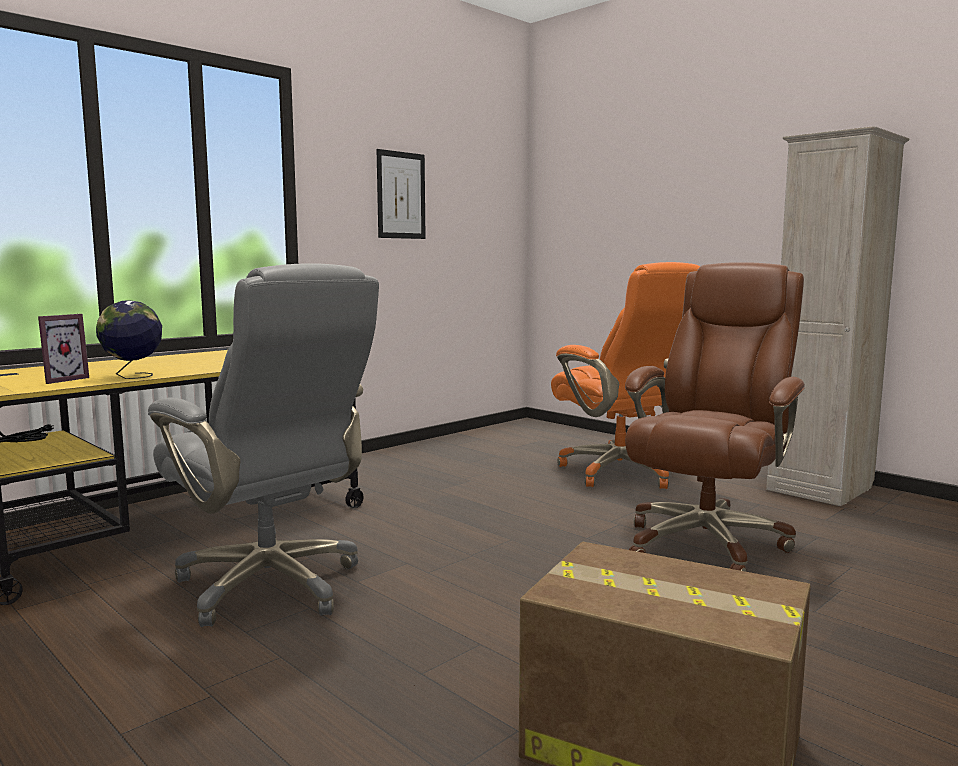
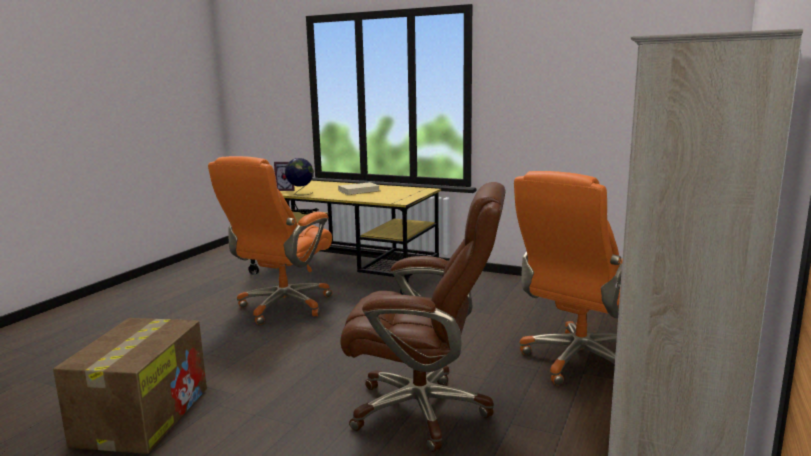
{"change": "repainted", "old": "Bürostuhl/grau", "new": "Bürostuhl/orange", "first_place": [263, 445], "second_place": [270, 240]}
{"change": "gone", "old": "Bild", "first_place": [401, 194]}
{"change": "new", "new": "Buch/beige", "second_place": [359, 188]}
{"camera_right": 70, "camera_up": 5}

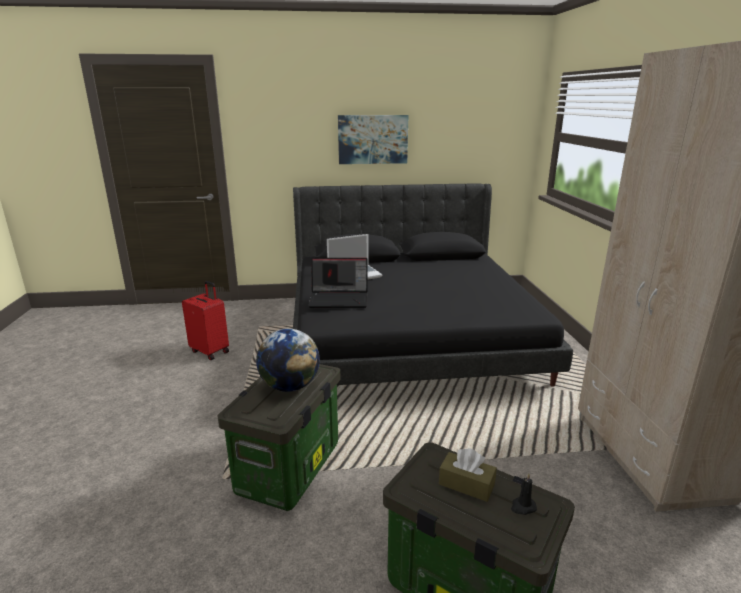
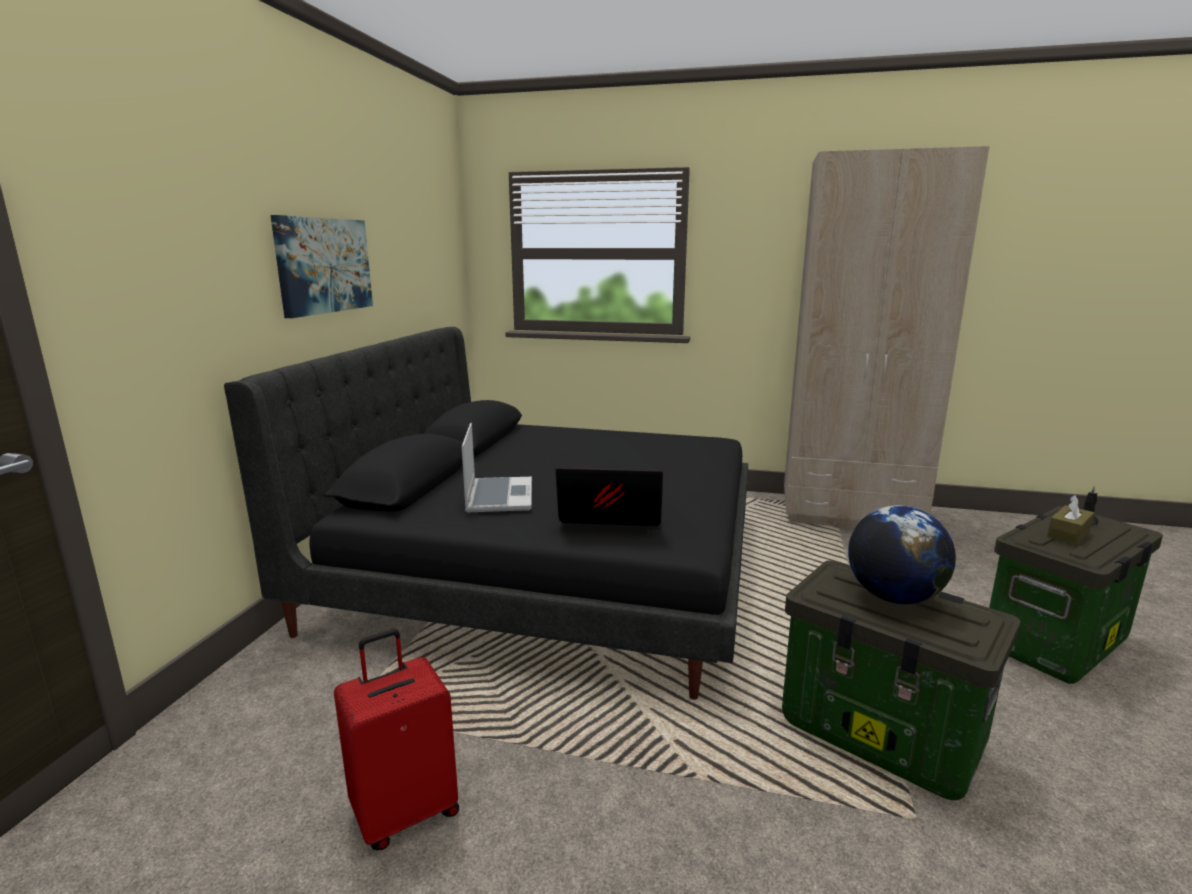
{"change": "rotated", "old": "Laptop", "first_place": [337, 283], "second_place": [609, 496], "degrees": -105}
{"camera_right": -70, "camera_up": -5}

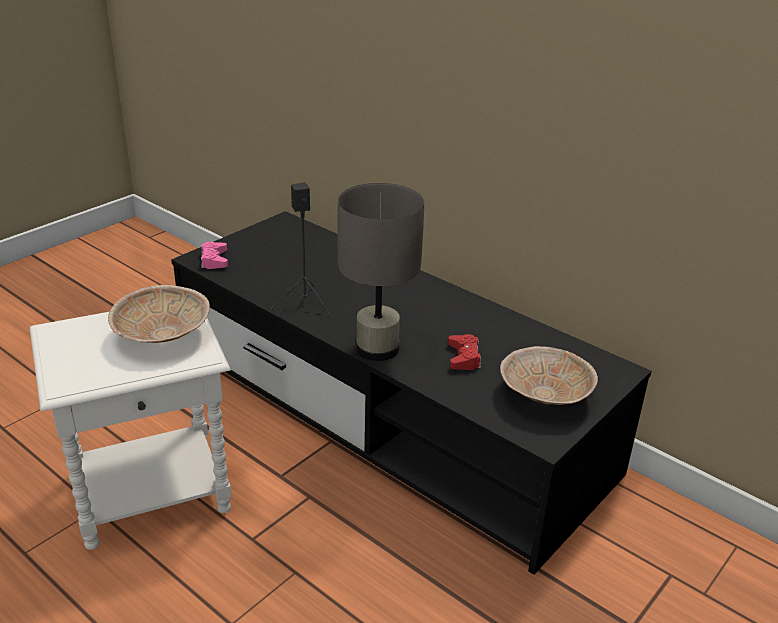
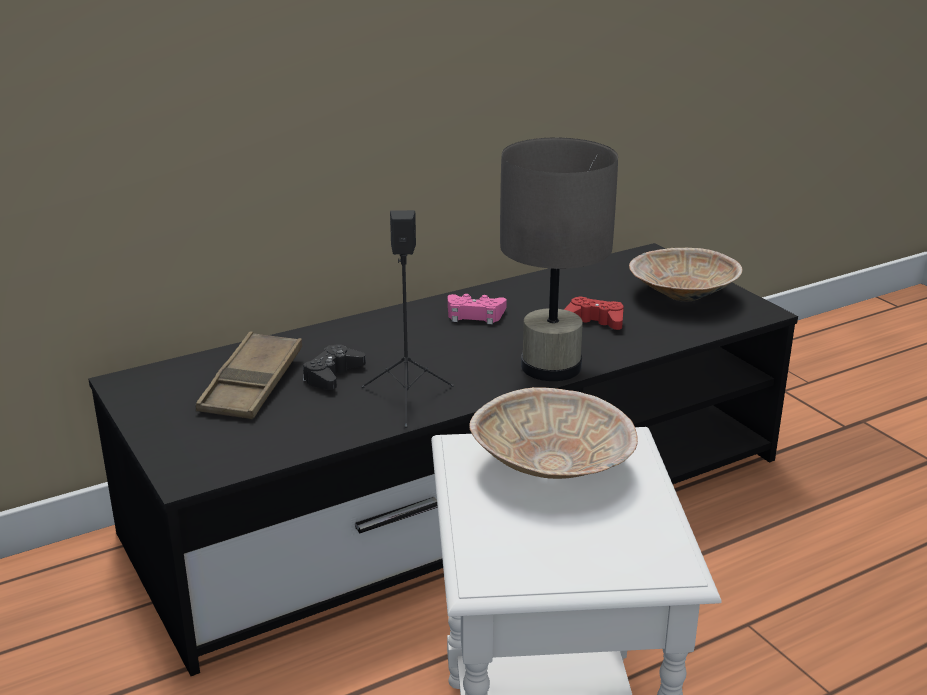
{"change": "shifted", "old": "Gamepad/rosa", "first_place": [214, 255], "second_place": [477, 309]}
{"change": "new", "new": "Tablett/braun", "second_place": [249, 375]}
{"change": "new", "new": "Gamepad/schwarz", "second_place": [334, 367]}
{"camera_right": -70, "camera_up": -5}

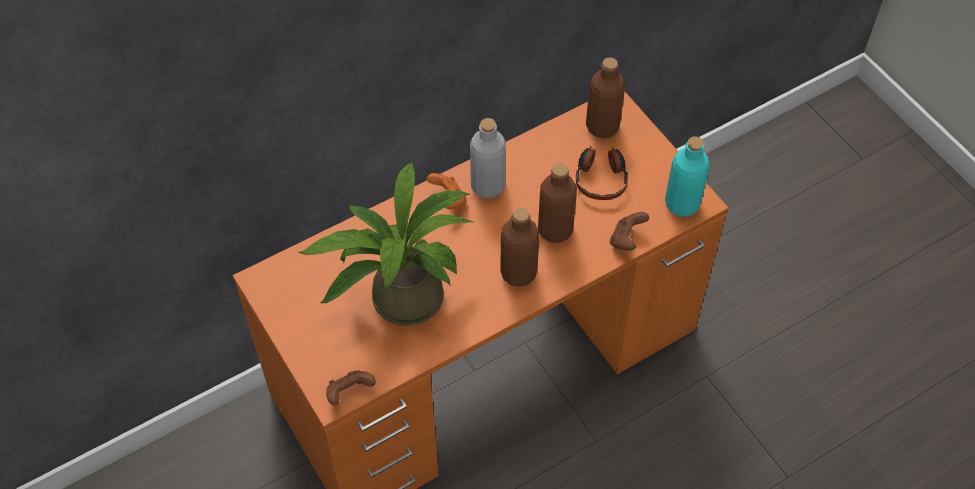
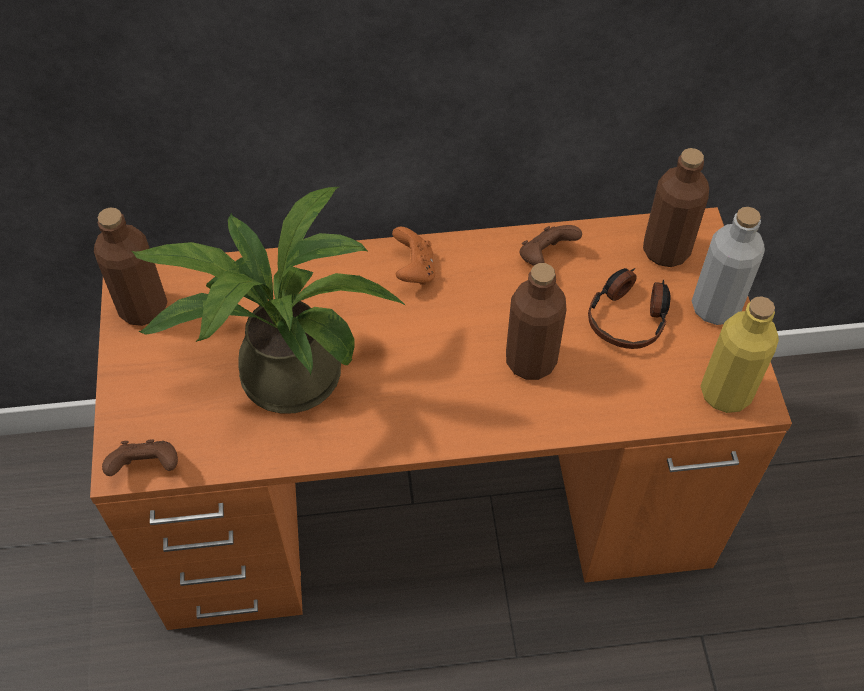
{"change": "shifted", "old": "Flasche/grau", "first_place": [488, 158], "second_place": [728, 266]}
{"change": "shifted", "old": "Flasche/braun", "first_place": [520, 247], "second_place": [130, 266]}
{"change": "shifted", "old": "Gamepad/braun", "first_place": [629, 231], "second_place": [551, 245]}
{"change": "repainted", "old": "Flasche/türkis", "new": "Flasche/gelb", "first_place": [687, 176], "second_place": [740, 354]}
{"camera_right": 25, "camera_up": 0}

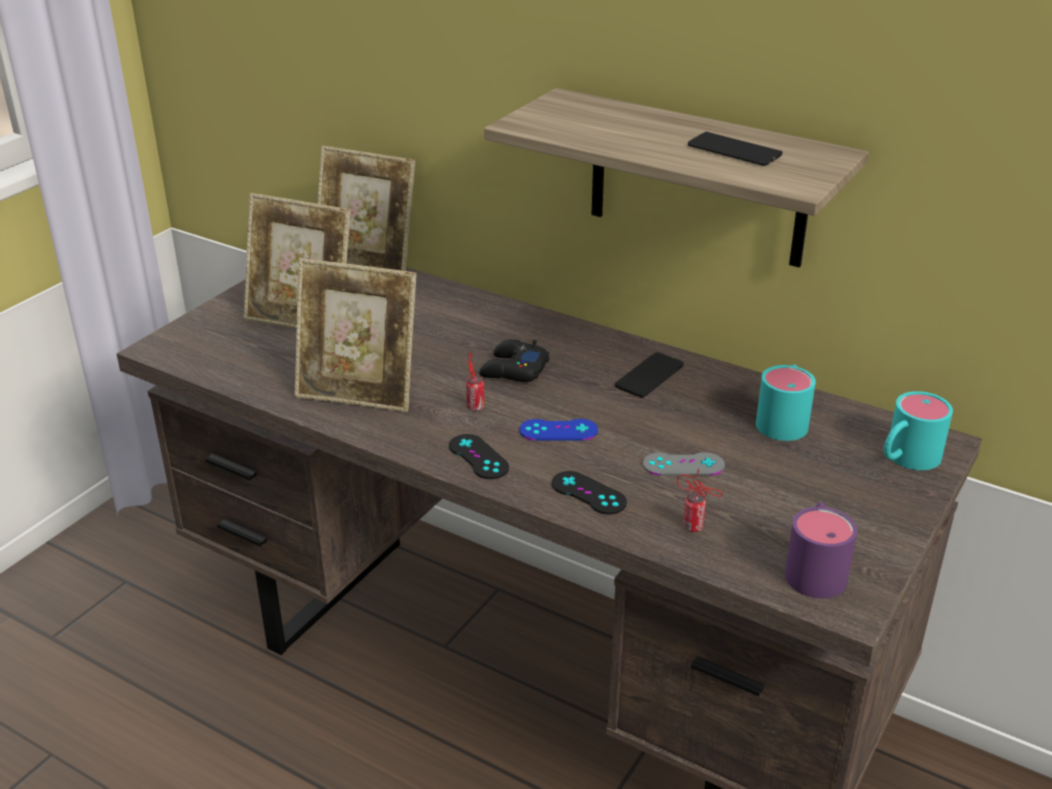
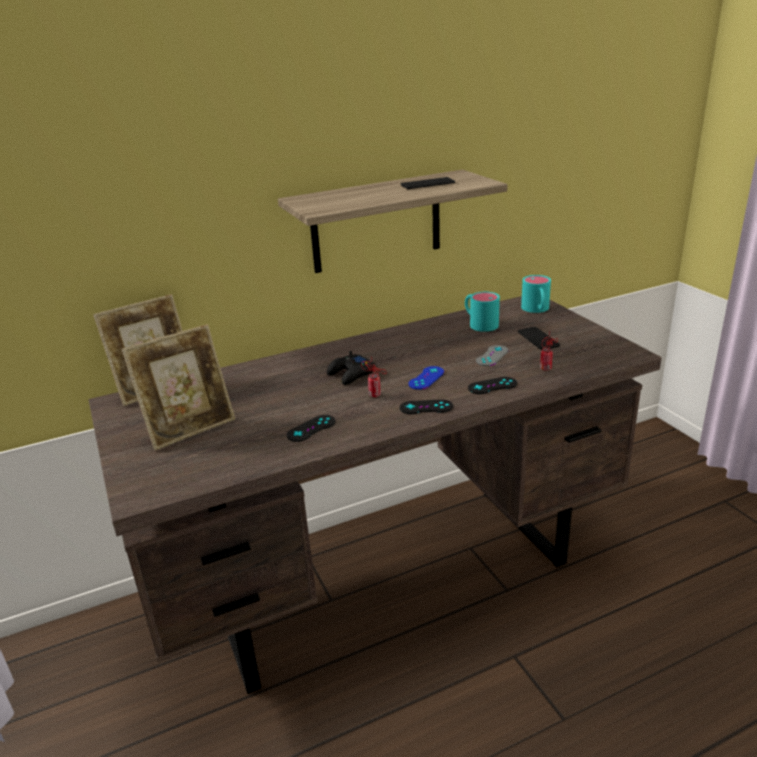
{"change": "swapped", "old": "Bilderrahmen", "new": "Gamepad/schwarz", "first_place": [356, 335], "second_place": [311, 428]}
{"change": "shifted", "old": "Handy", "first_place": [649, 375], "second_place": [539, 338]}
{"change": "gone", "old": "Henkelbecher/lila", "first_place": [821, 550]}
{"camera_right": -55, "camera_up": -5}

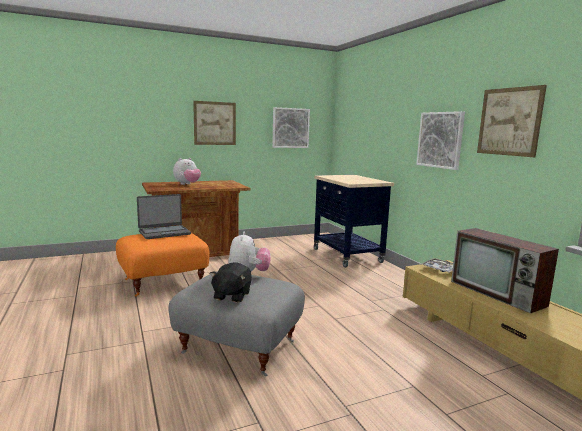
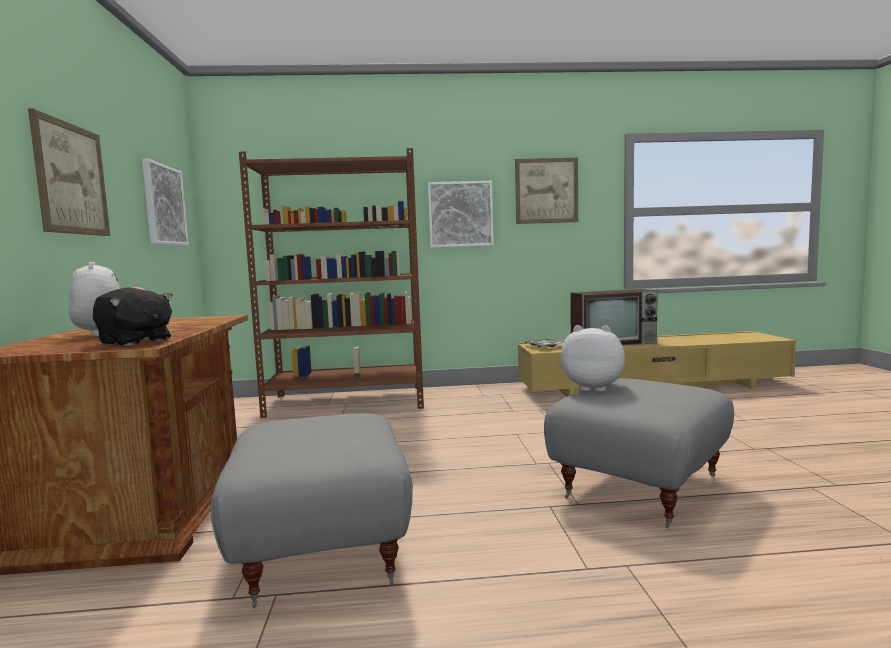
{"change": "repainted", "old": "Polsterhocker/orange", "new": "Polsterhocker/grau", "first_place": [163, 265], "second_place": [311, 510]}
{"change": "gone", "old": "Laptop", "first_place": [164, 216]}
{"change": "shifted", "old": "Plüschtier/schwarz", "first_place": [231, 282], "second_place": [133, 316]}
{"change": "swapped", "old": "Rollwagen/blau", "new": "Bücherregal/braun", "first_place": [354, 221], "second_place": [331, 283]}
{"camera_right": -70, "camera_up": -5}

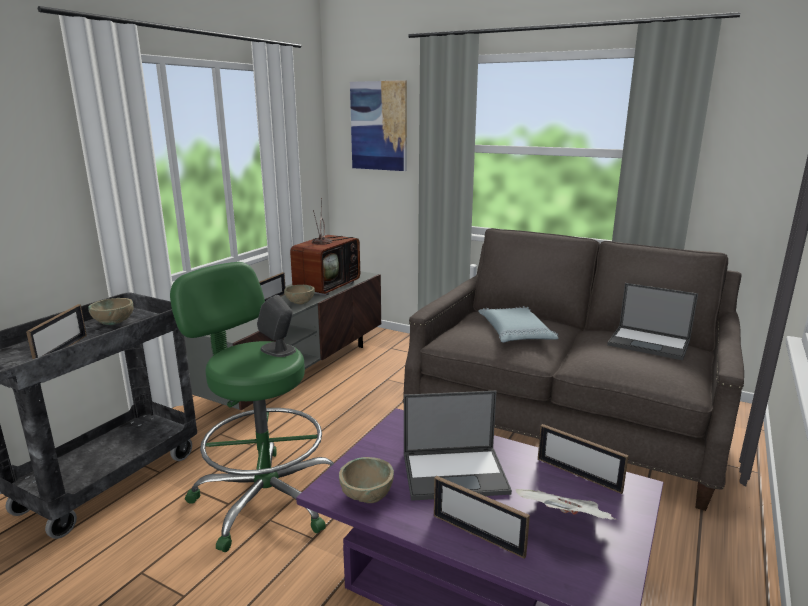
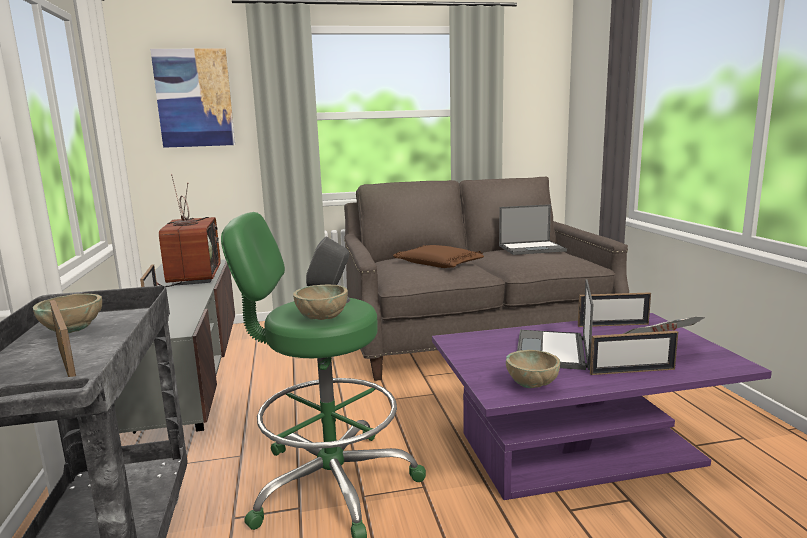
{"change": "shifted", "old": "Schüssel/beige", "first_place": [299, 294], "second_place": [320, 302]}
{"change": "rotated", "old": "Laptop", "first_place": [458, 446], "second_place": [555, 324], "degrees": 150}
{"change": "repainted", "old": "Kissen/blau", "new": "Kissen/braun", "first_place": [518, 324], "second_place": [438, 256]}
{"camera_right": -40, "camera_up": -5}

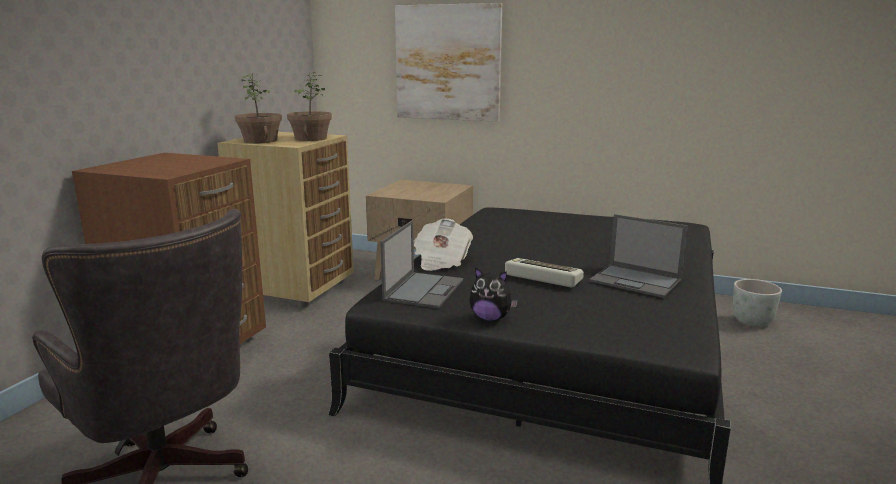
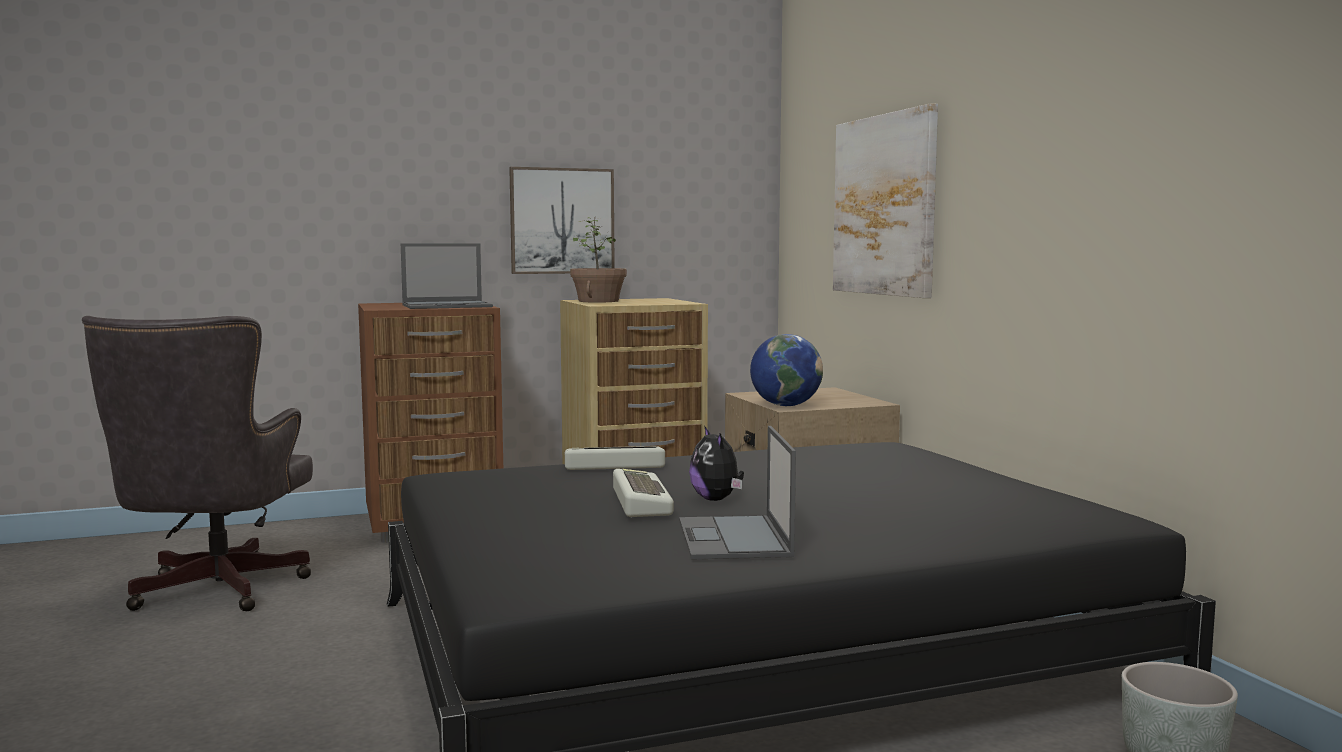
{"change": "gone", "old": "Topfpflanze", "first_place": [309, 106]}
{"change": "shifted", "old": "Laptop", "first_place": [421, 264], "second_place": [447, 276]}
{"change": "swapped", "old": "Zeitung", "new": "Tastatur", "first_place": [443, 245], "second_place": [615, 458]}
{"change": "shifted", "old": "Plüschtier", "first_place": [493, 294], "second_place": [716, 463]}
{"change": "new", "new": "Bild", "second_place": [562, 220]}
{"change": "new", "new": "Globus", "second_place": [786, 370]}
{"camera_right": 50, "camera_up": -10}

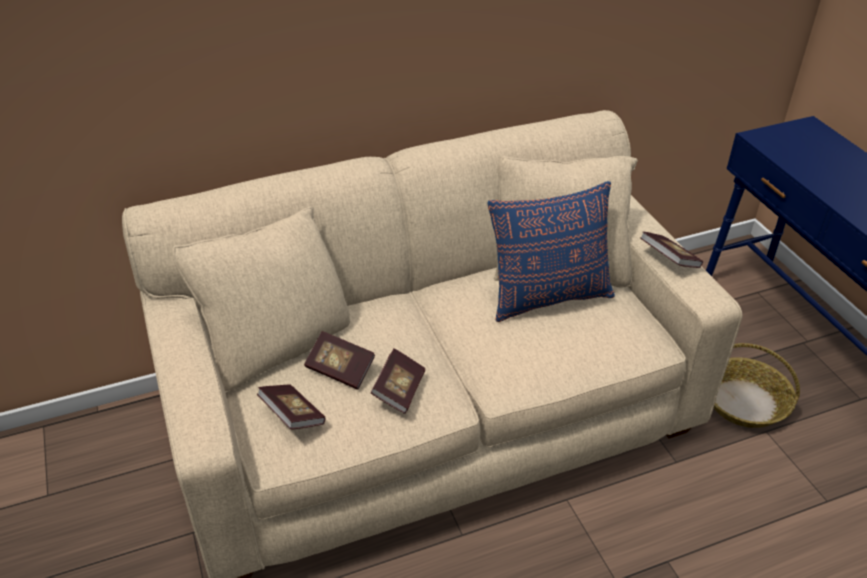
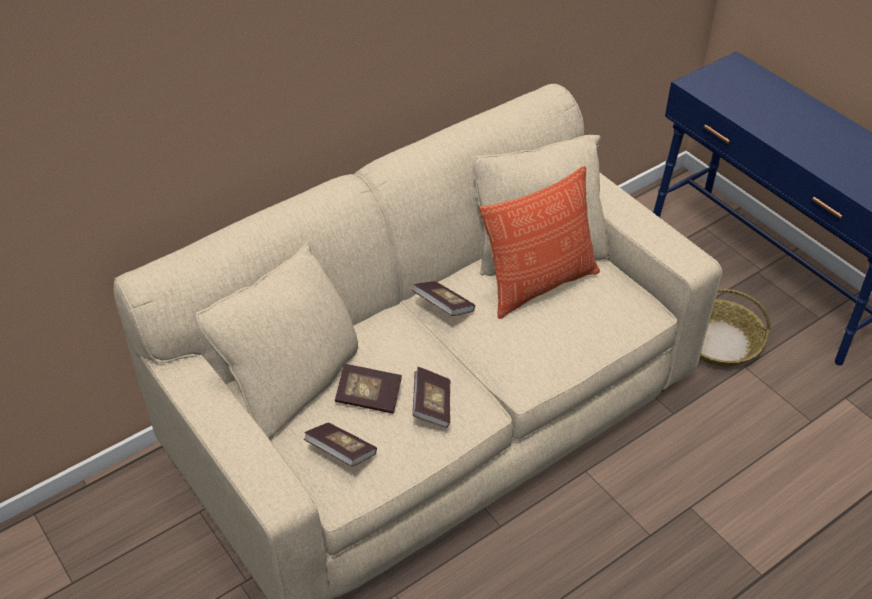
{"change": "repainted", "old": "Kissen/blau", "new": "Kissen/orange", "first_place": [551, 251], "second_place": [540, 242]}
{"change": "shifted", "old": "Buch", "first_place": [671, 249], "second_place": [443, 298]}
{"camera_right": -15, "camera_up": 5}

